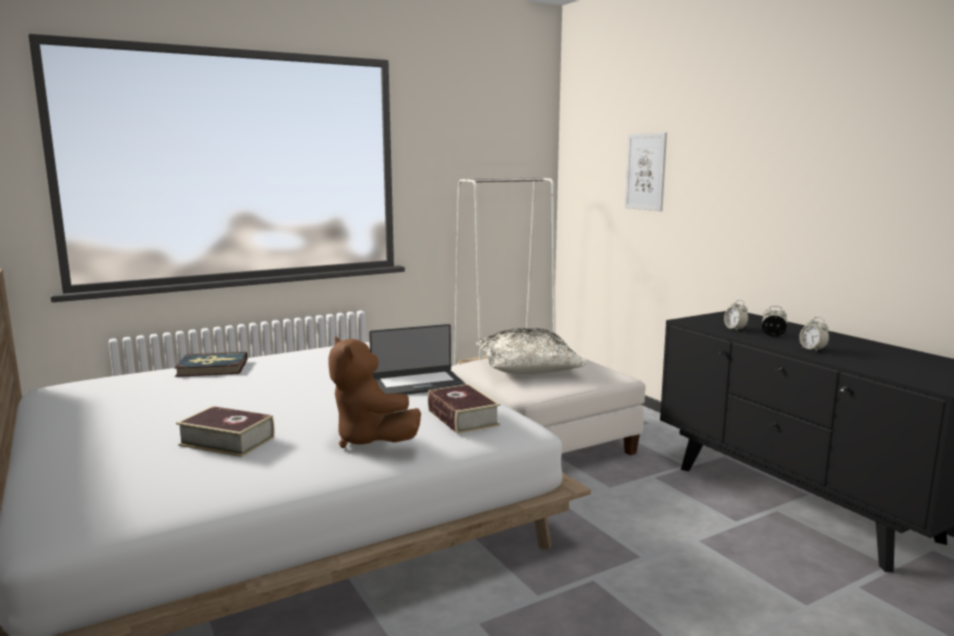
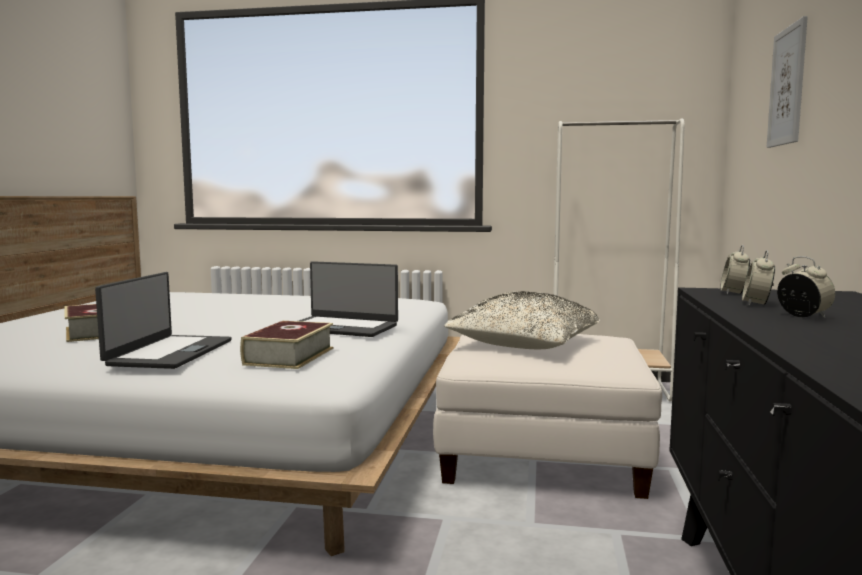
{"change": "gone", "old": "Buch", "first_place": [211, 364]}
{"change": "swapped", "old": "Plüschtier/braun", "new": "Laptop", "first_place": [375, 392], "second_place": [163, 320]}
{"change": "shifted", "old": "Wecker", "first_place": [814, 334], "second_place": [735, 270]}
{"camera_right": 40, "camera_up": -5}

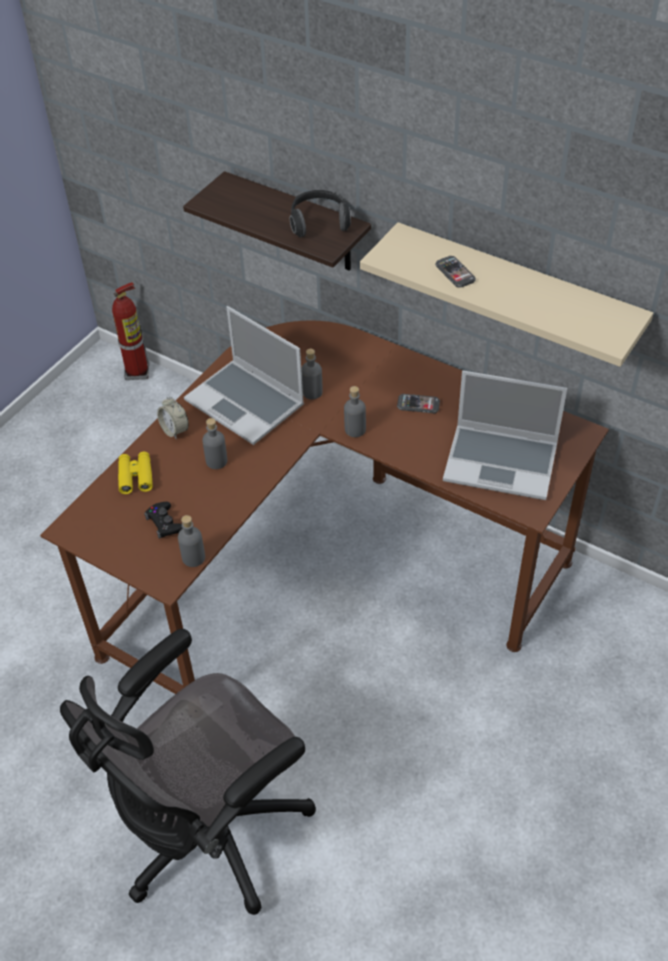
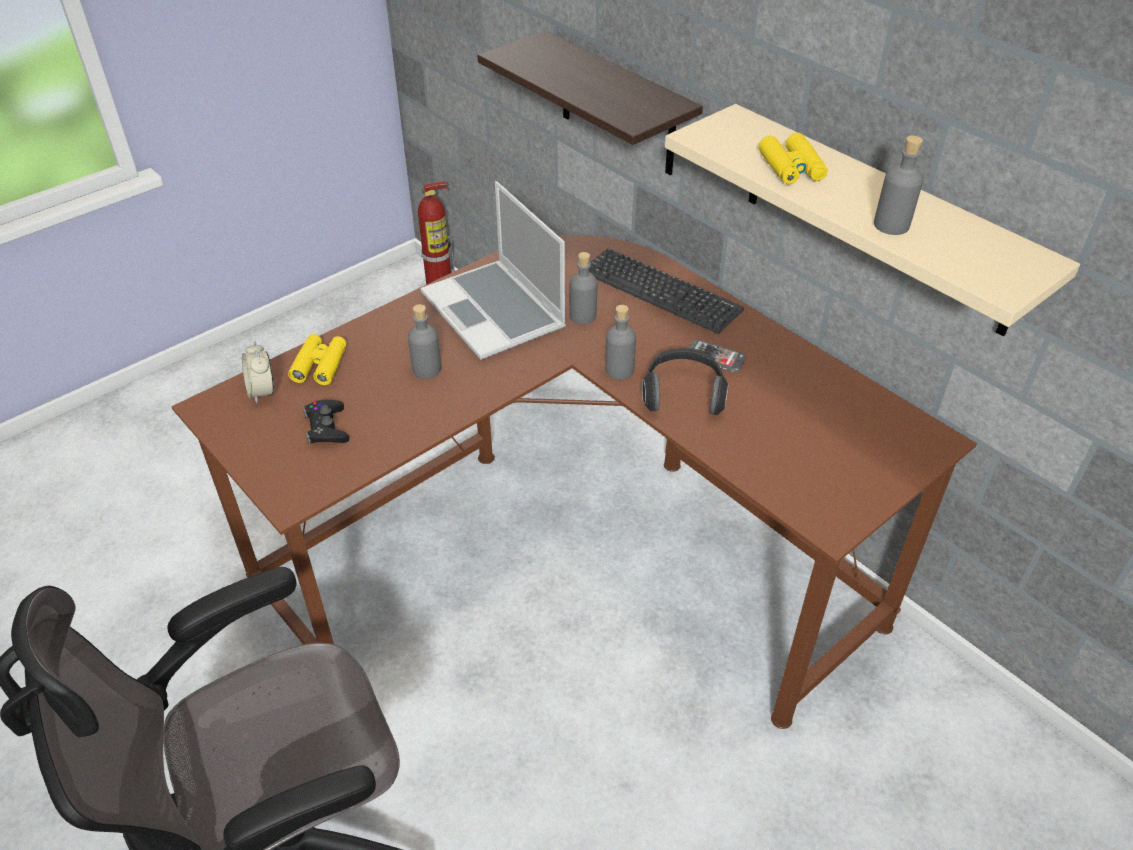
{"change": "shifted", "old": "Wecker", "first_place": [173, 418], "second_place": [258, 372]}
{"change": "shifted", "old": "Flasche/grau", "first_place": [191, 541], "second_place": [898, 185]}
{"change": "shifted", "old": "Kopfhörer", "first_place": [320, 213], "second_place": [685, 381]}
{"change": "swapped", "old": "Handy", "new": "Fernglas/gelb", "first_place": [455, 272], "second_place": [793, 158]}
{"change": "gone", "old": "Laptop", "first_place": [505, 435]}
{"change": "new", "new": "Tastatur", "second_place": [666, 291]}
{"camera_right": 15, "camera_up": -5}

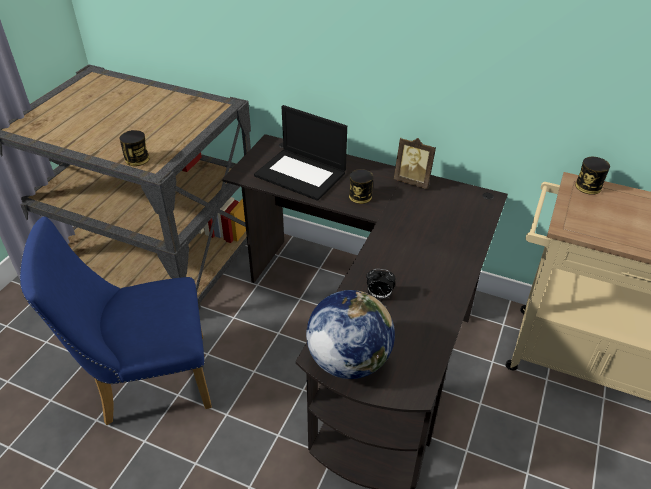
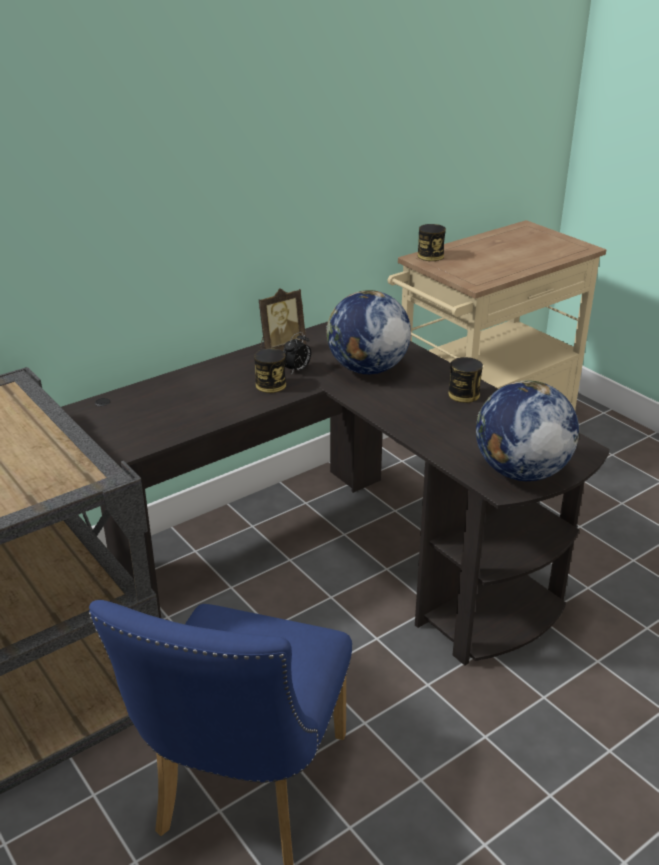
{"change": "shifted", "old": "Dose", "first_place": [135, 148], "second_place": [465, 380]}
{"change": "gone", "old": "Laptop", "first_place": [300, 153]}
{"change": "shifted", "old": "Wecker", "first_place": [381, 284], "second_place": [297, 352]}
{"change": "new", "new": "Globus", "second_place": [368, 332]}
{"camera_right": -60, "camera_up": -10}

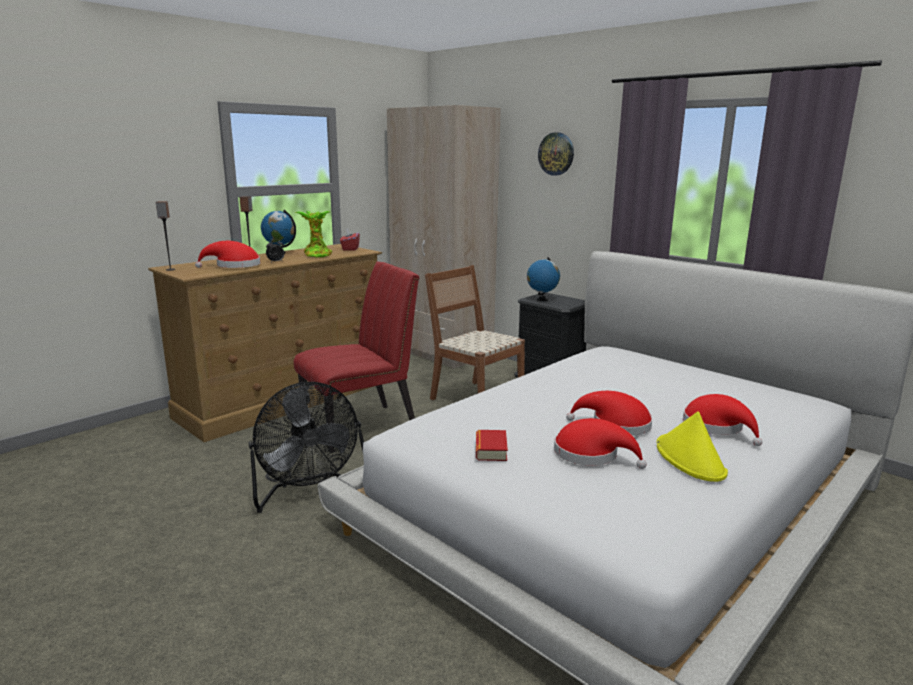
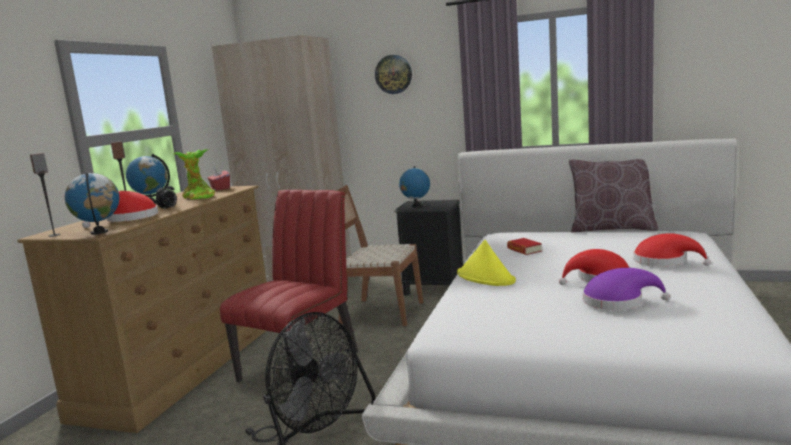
{"change": "shifted", "old": "Buch", "first_place": [492, 445], "second_place": [524, 246]}
{"change": "repainted", "old": "Hut/rot", "new": "Hut/lila", "first_place": [600, 443], "second_place": [626, 289]}
{"change": "shifted", "old": "Hut/gelb", "first_place": [692, 446], "second_place": [486, 263]}
{"change": "new", "new": "Globus", "second_place": [92, 203]}
{"change": "new", "new": "Kissen/braun", "second_place": [613, 195]}
{"camera_right": -25, "camera_up": -5}

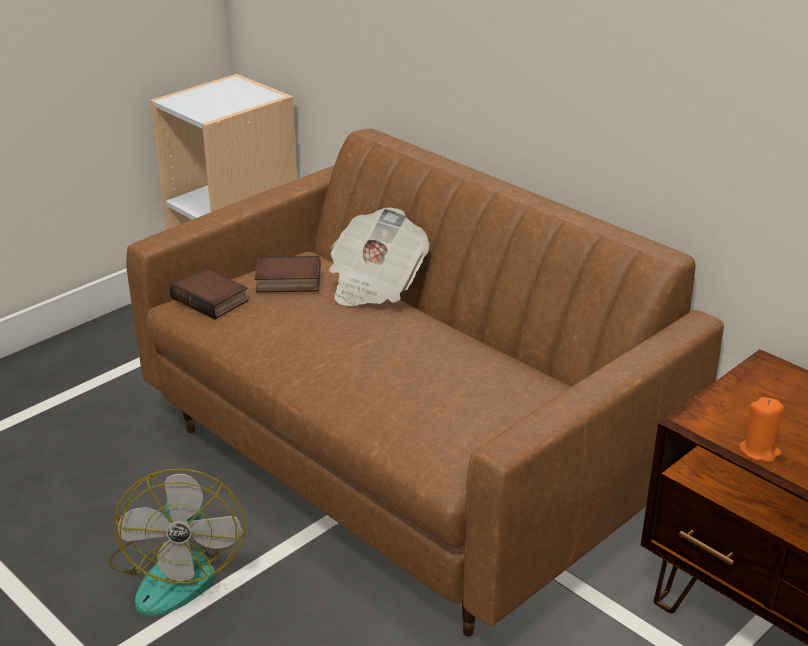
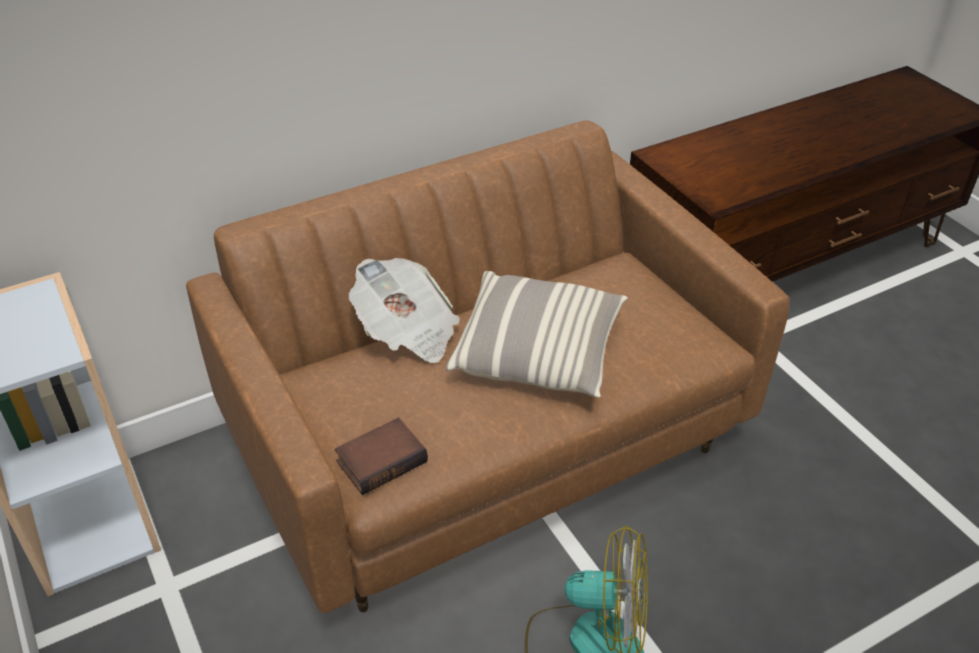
{"change": "gone", "old": "Buch", "first_place": [288, 274]}
{"change": "gone", "old": "Kerze/orange", "first_place": [761, 429]}
{"change": "new", "new": "Kissen", "second_place": [537, 334]}
{"camera_right": -75, "camera_up": 10}

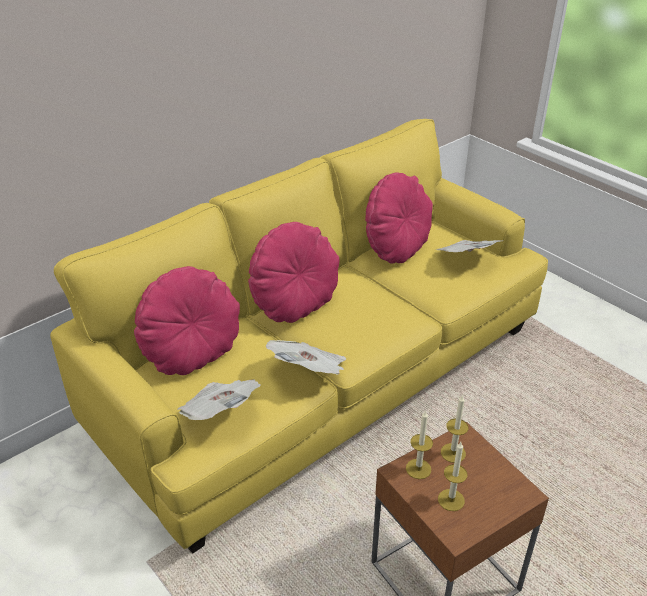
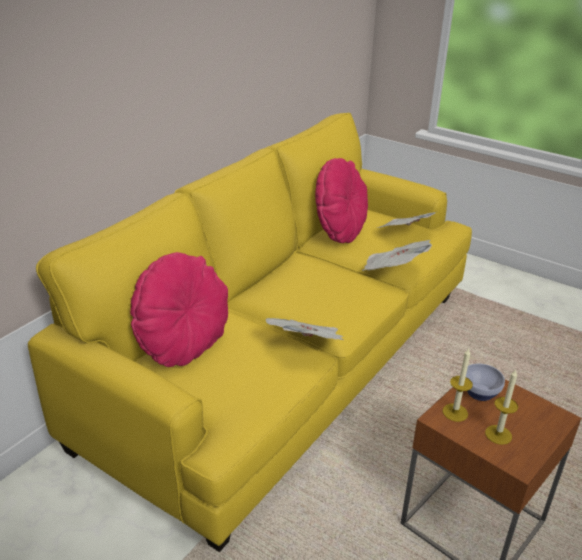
{"change": "shifted", "old": "Zeitung", "first_place": [219, 399], "second_place": [397, 255]}
{"change": "gone", "old": "Kissen/rosa", "first_place": [293, 272]}
{"change": "swapped", "old": "Kerze", "new": "Schüssel", "first_place": [454, 429], "second_place": [485, 382]}
{"camera_right": -15, "camera_up": -5}

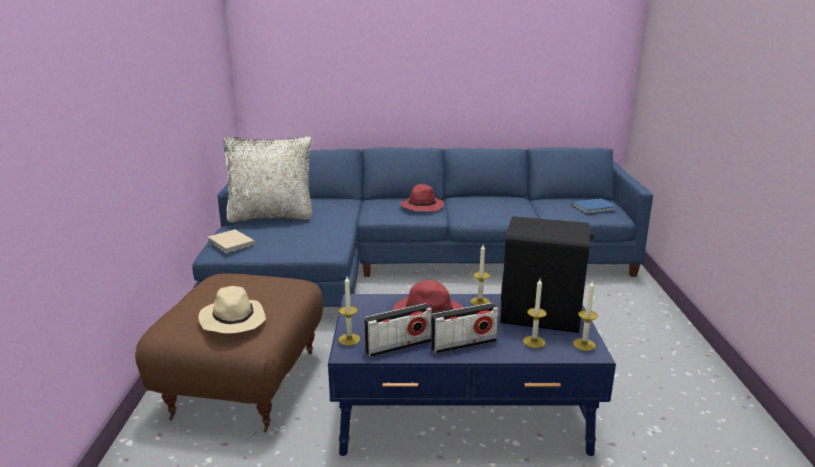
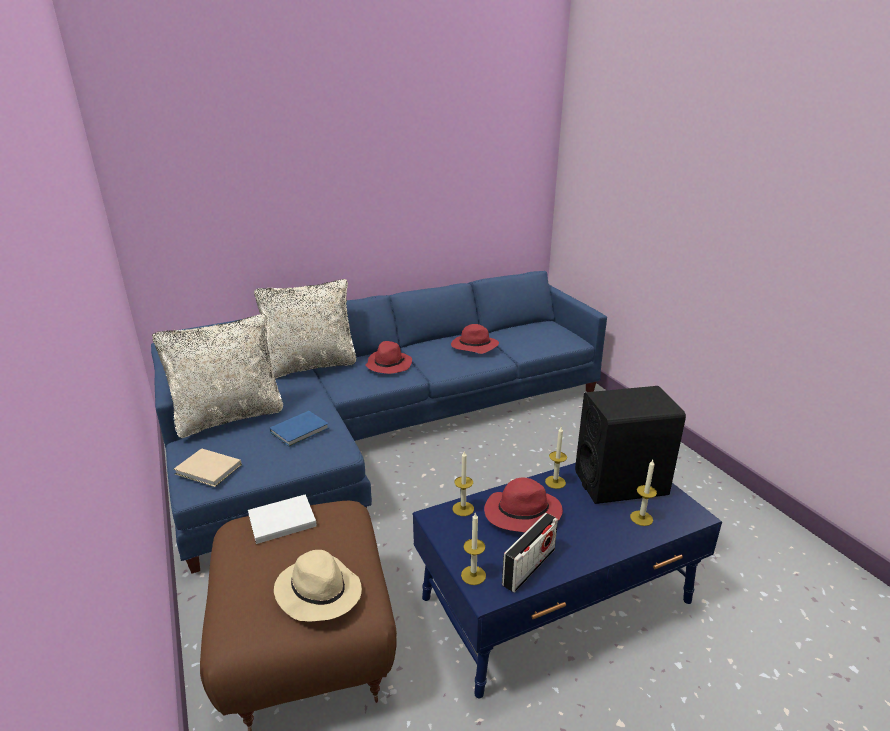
{"change": "gone", "old": "Radio", "first_place": [465, 328]}
{"change": "shifted", "old": "Buch/blau", "first_place": [594, 206], "second_place": [299, 429]}
{"change": "shifted", "old": "Kerze", "first_place": [585, 315], "second_place": [463, 483]}
{"change": "new", "new": "Buch/weiß", "second_place": [282, 519]}
{"change": "new", "new": "Kissen/beige", "second_place": [305, 329]}
{"change": "new", "new": "Hut/rot", "second_place": [475, 339]}
{"camera_right": -25, "camera_up": 5}

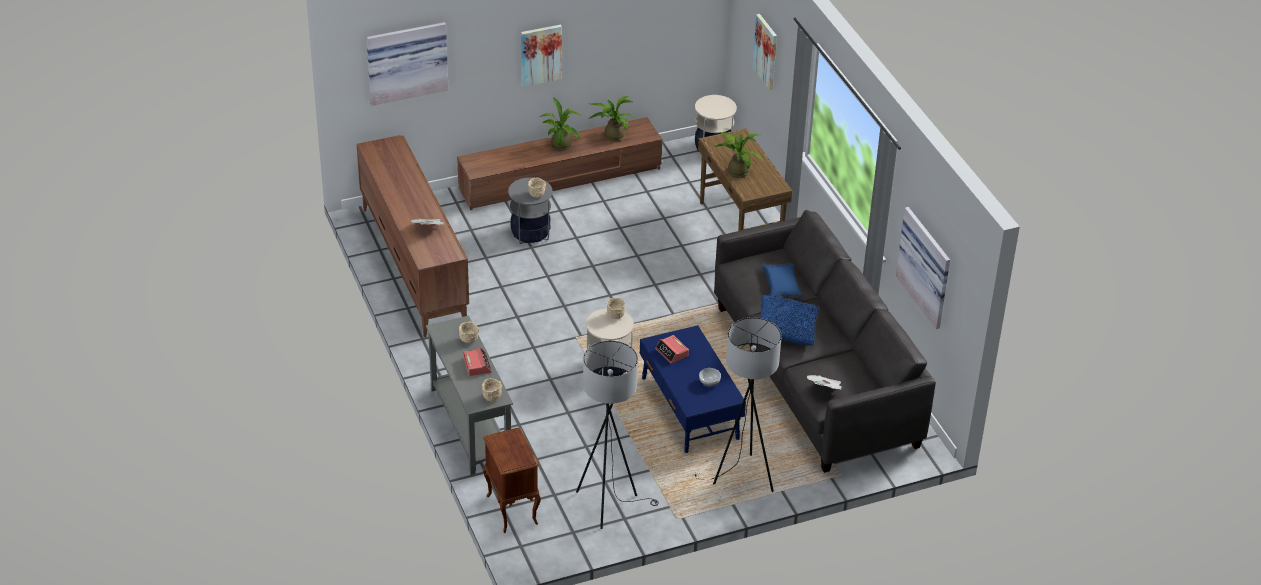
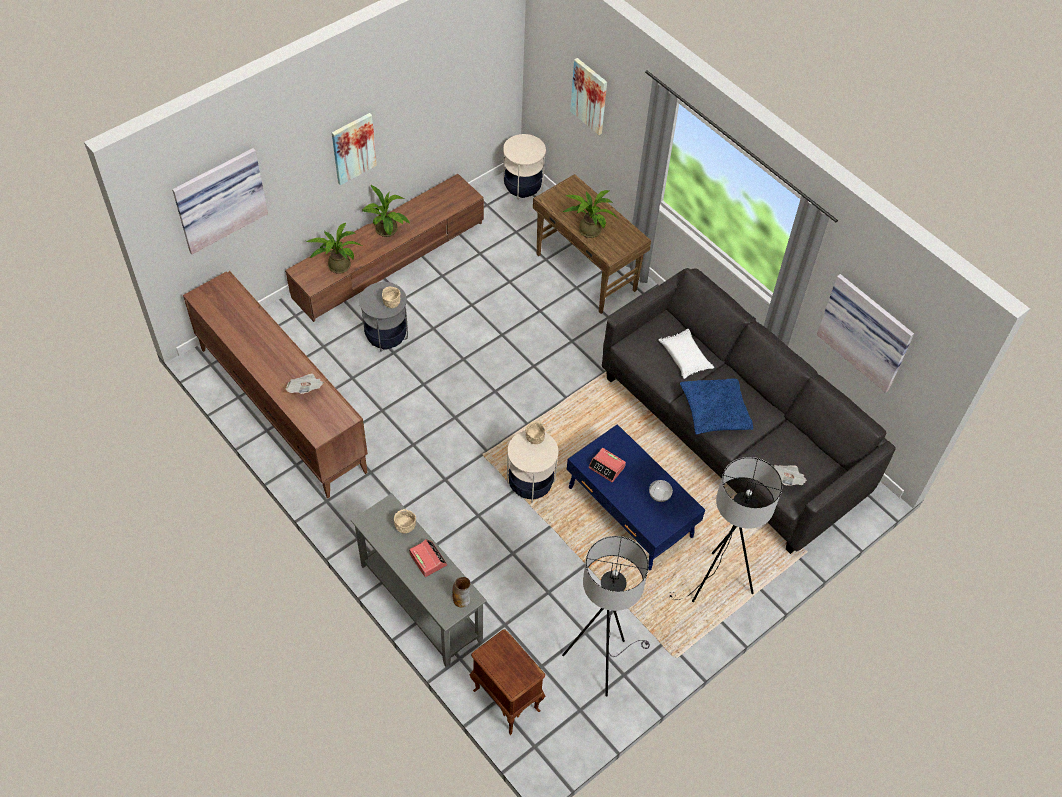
{"change": "swapped", "old": "Schüssel/beige", "new": "Vase", "first_place": [492, 390], "second_place": [461, 592]}
{"change": "shifted", "old": "Topfpflanze", "first_place": [613, 118], "second_place": [334, 248]}
{"change": "repainted", "old": "Kissen/blau", "new": "Kissen/weiß", "first_place": [782, 280], "second_place": [686, 354]}
{"camera_right": -20, "camera_up": 15}

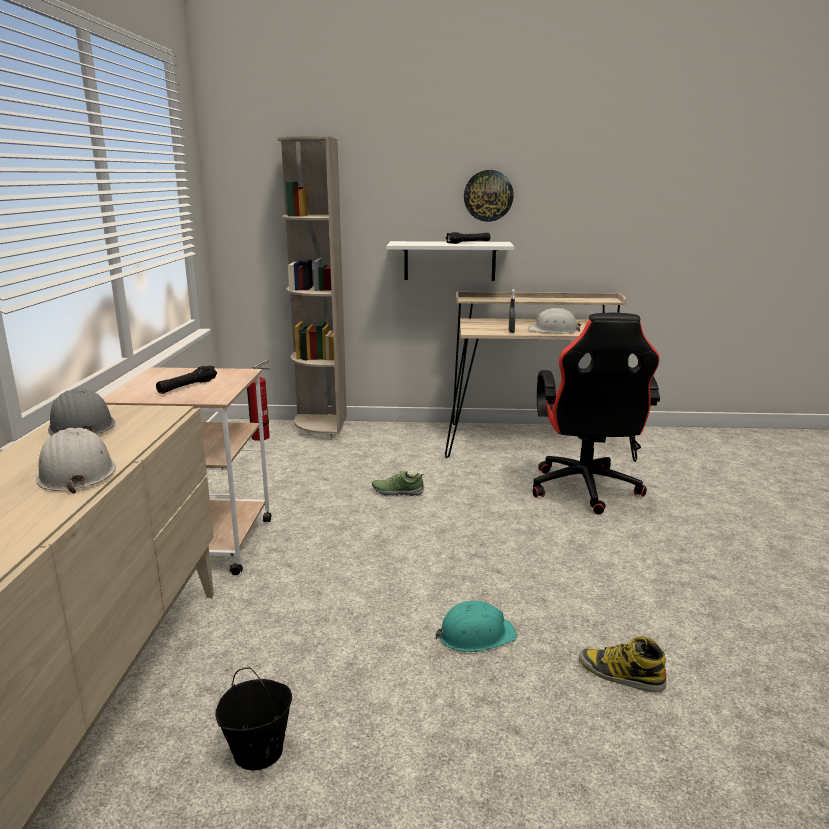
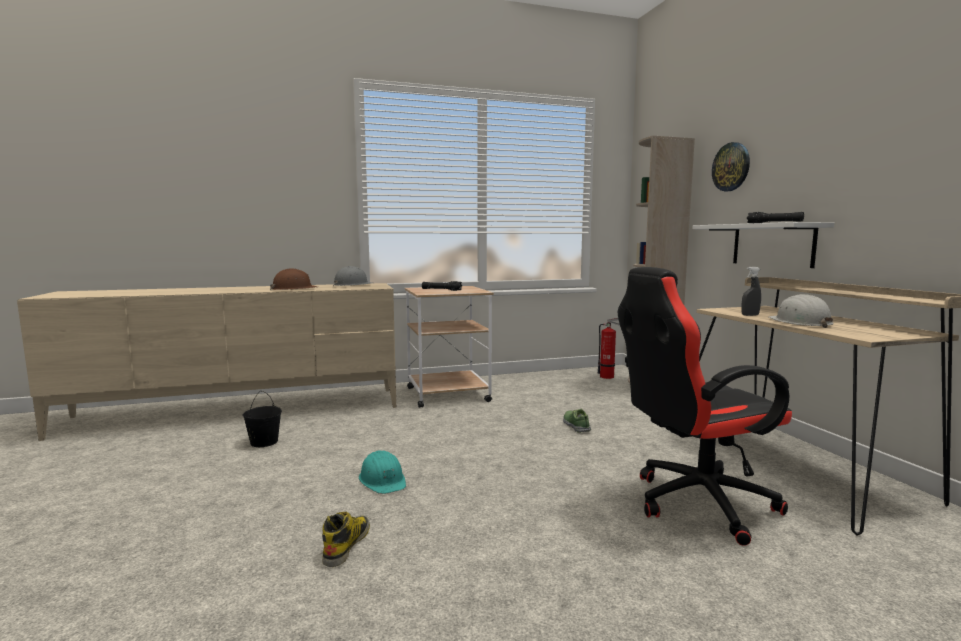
{"change": "repainted", "old": "Schutzhelm/weiß", "new": "Schutzhelm/braun", "first_place": [76, 461], "second_place": [294, 279]}
{"change": "shifted", "old": "Wanduhr", "first_place": [489, 196], "second_place": [731, 166]}
{"camera_right": 70, "camera_up": -10}

